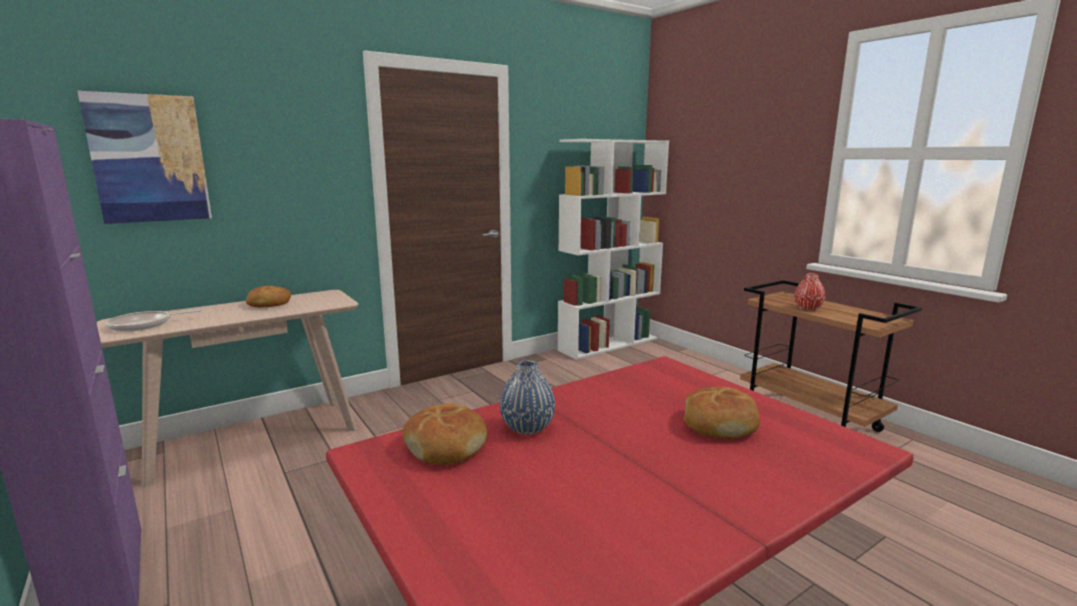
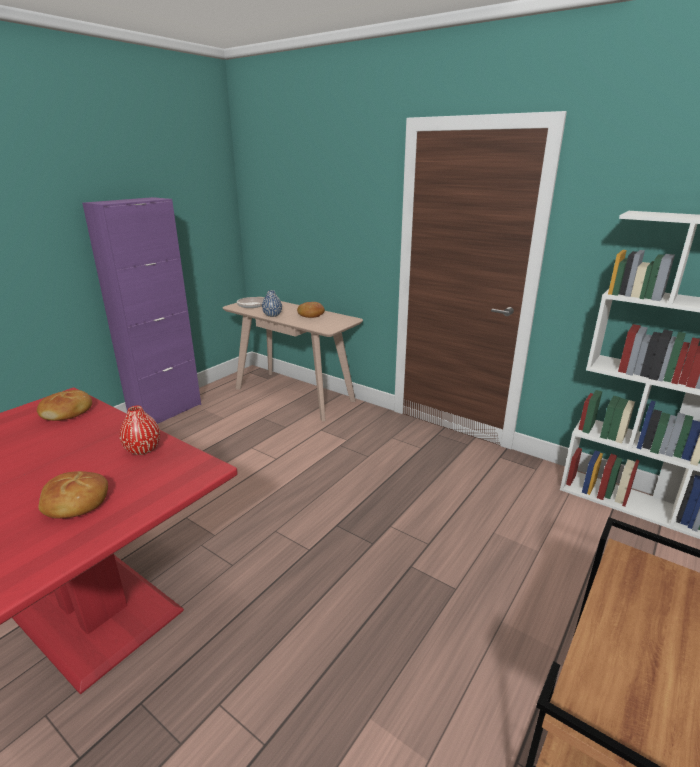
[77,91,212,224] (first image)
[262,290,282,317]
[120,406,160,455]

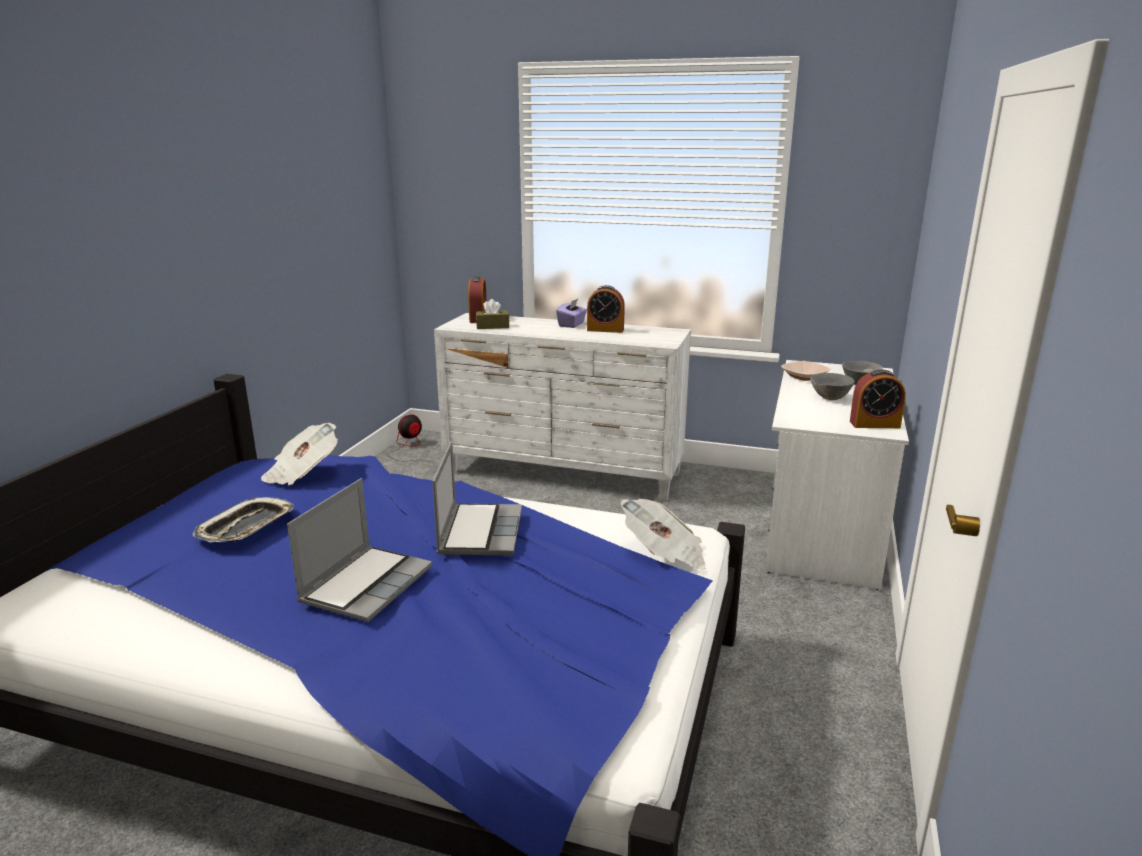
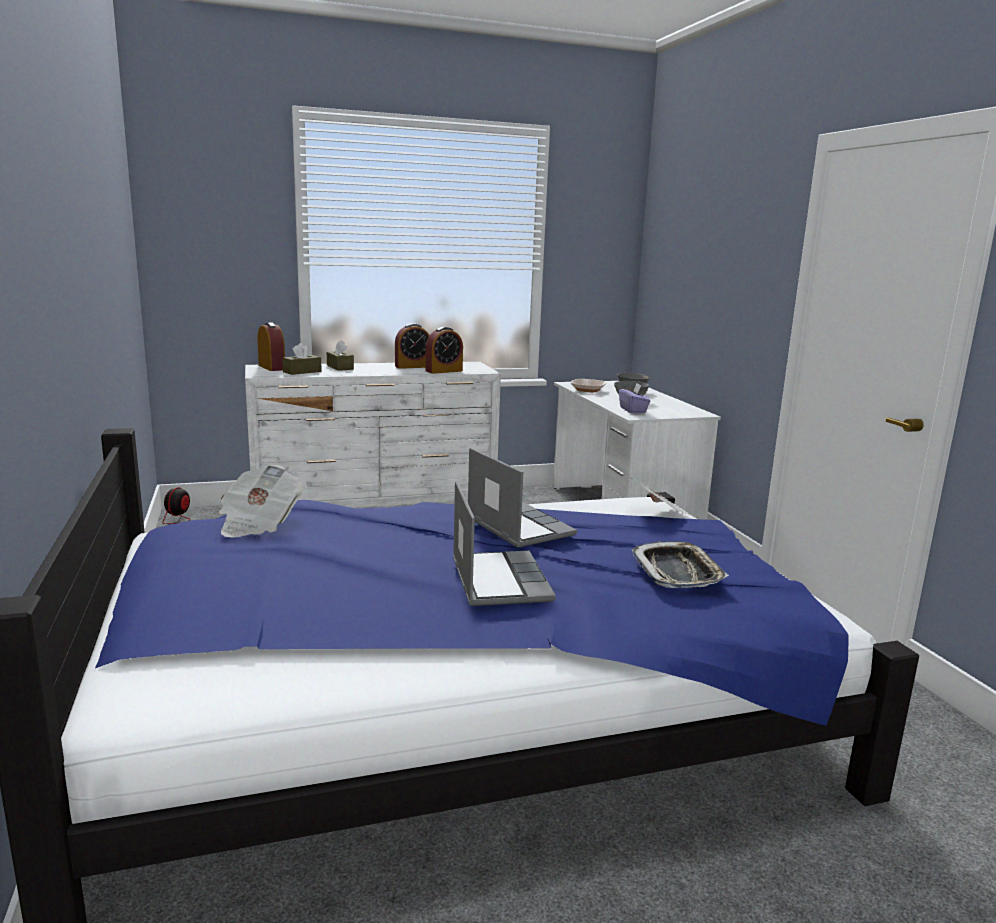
[632,541,729,588]
[619,384,651,413]
[426,327,463,374]
[327,340,354,371]

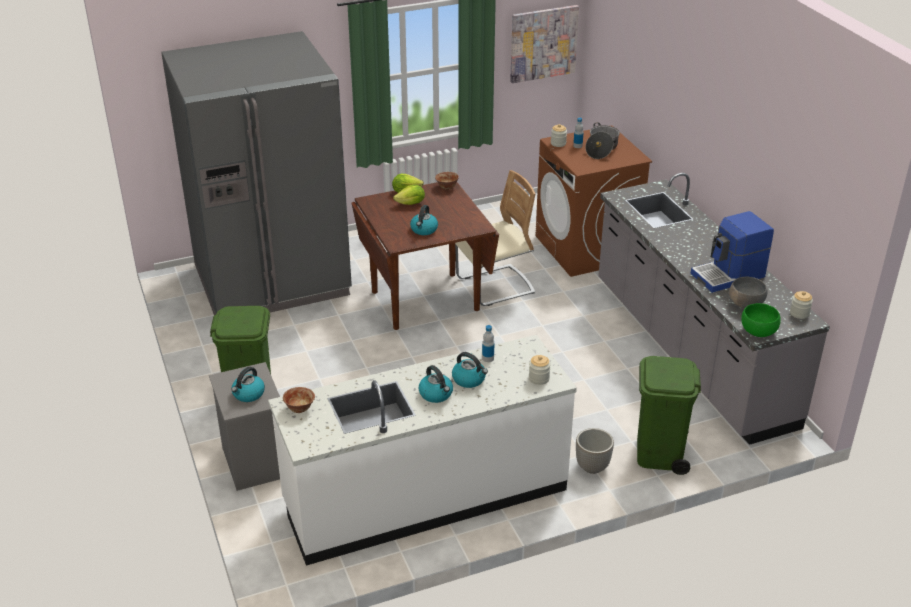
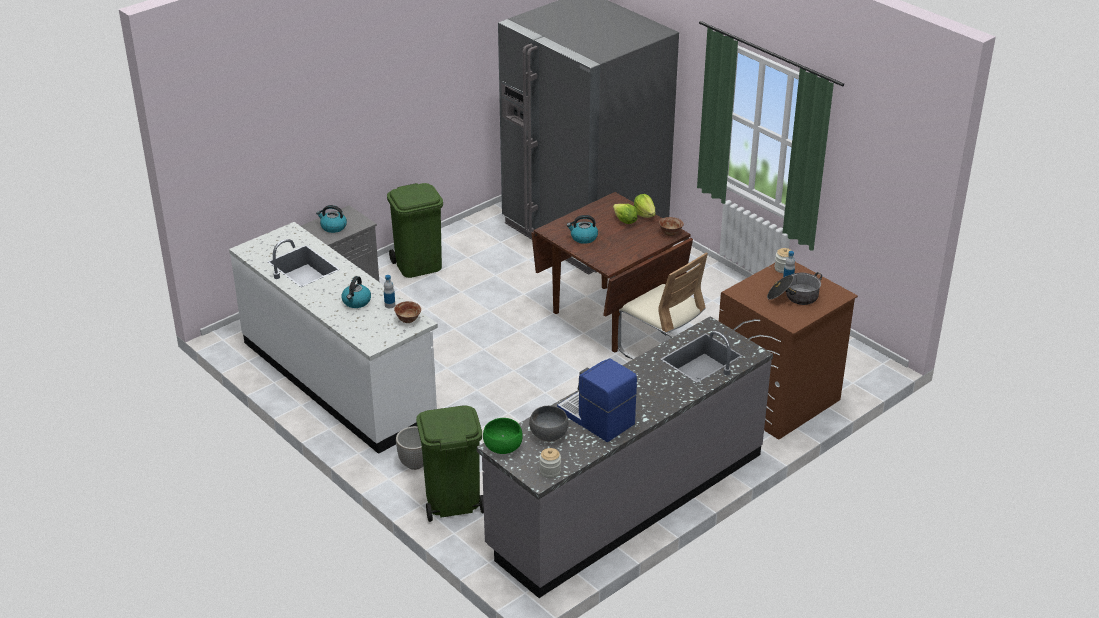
[394,301,421,323]
[419,365,453,403] (first image)
[510,5,579,83] (first image)
[529,355,551,385] (first image)

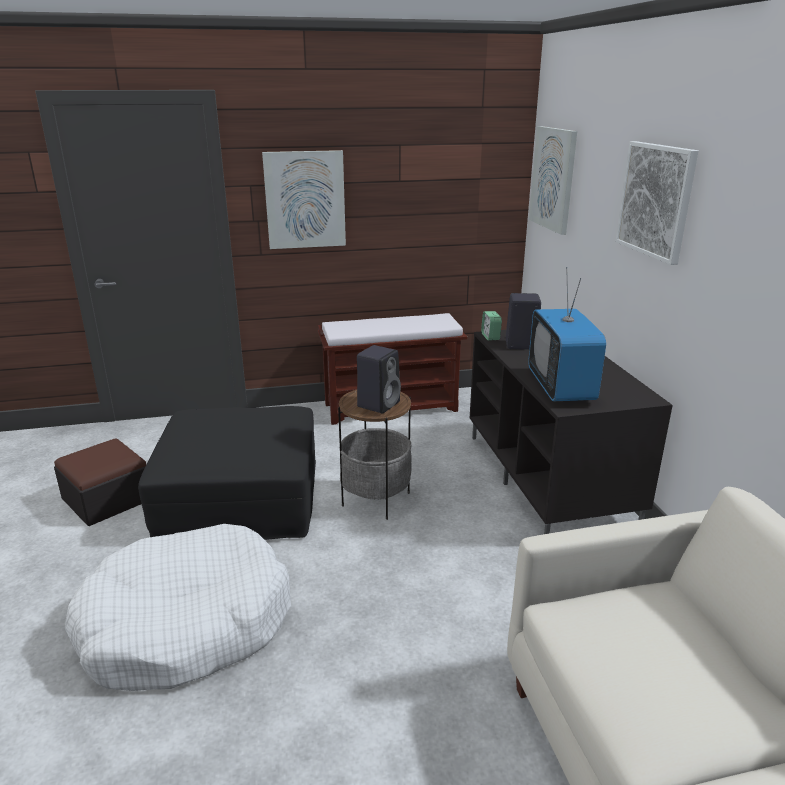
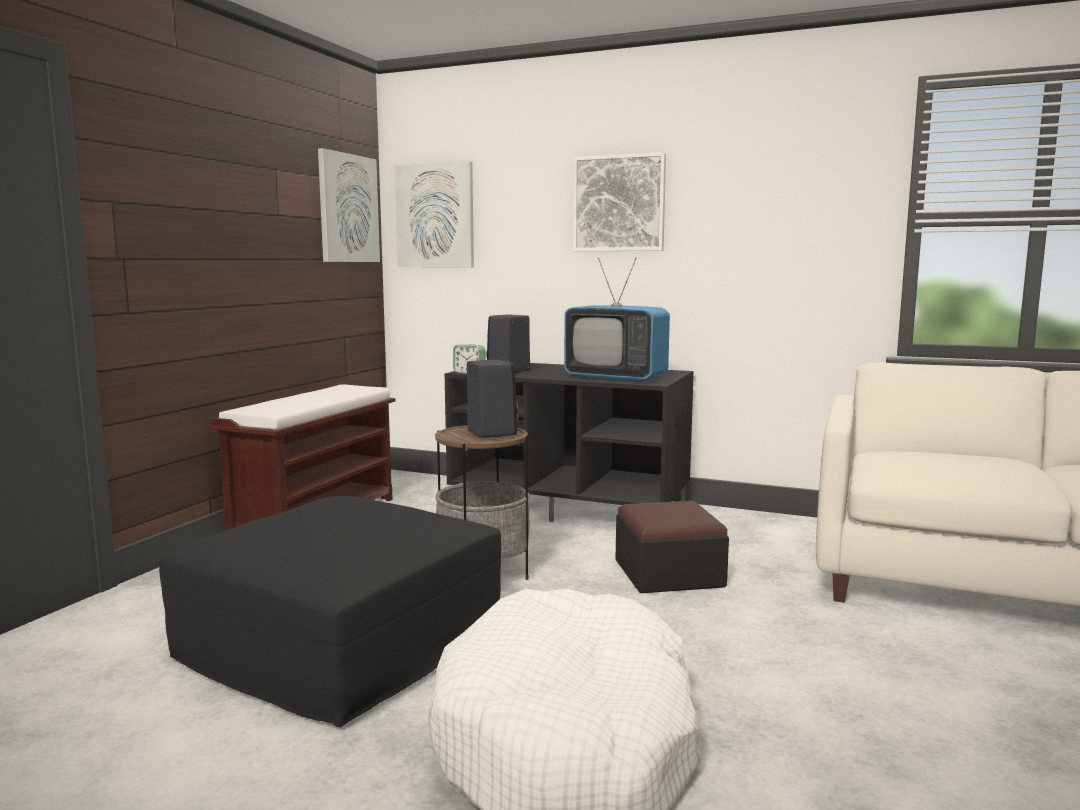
[616,501,729,593]
[318,148,380,262]

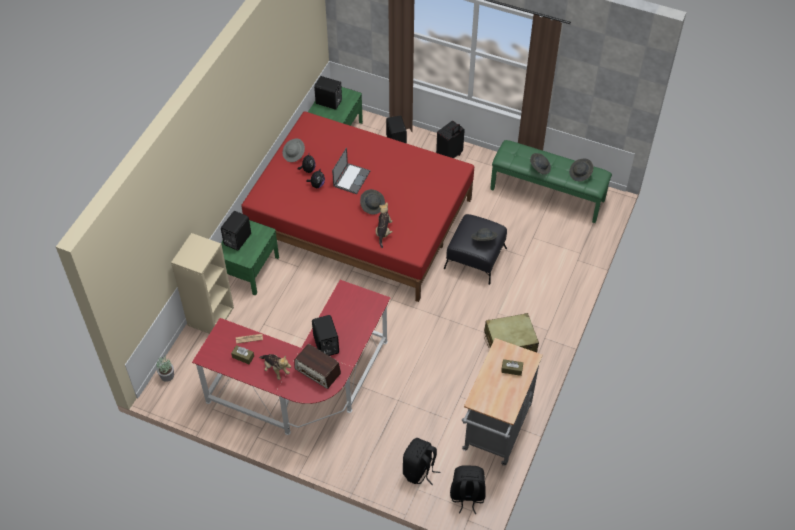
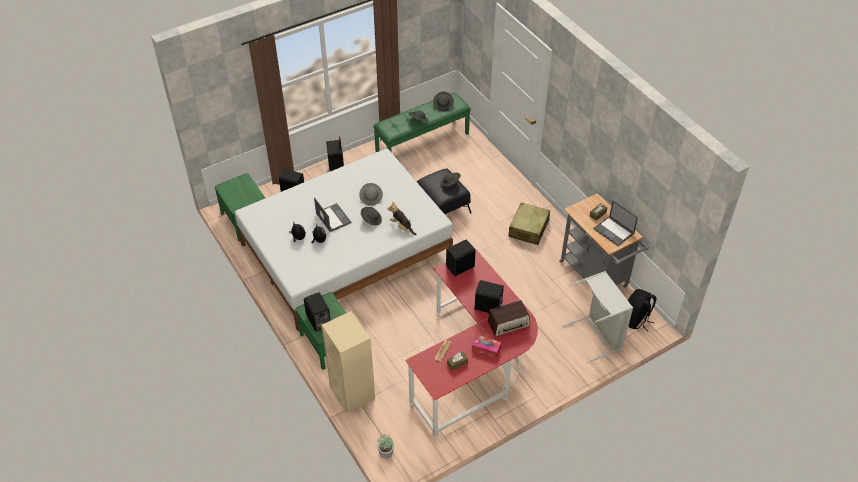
[235,149,453,331]
[472,335,501,358]
[359,183,383,206]
[446,239,476,276]
[562,271,633,363]
[593,201,638,246]

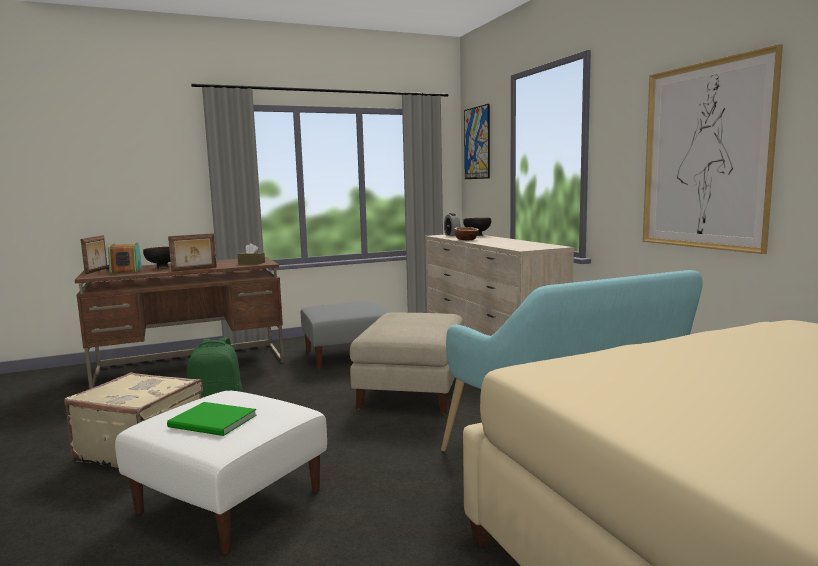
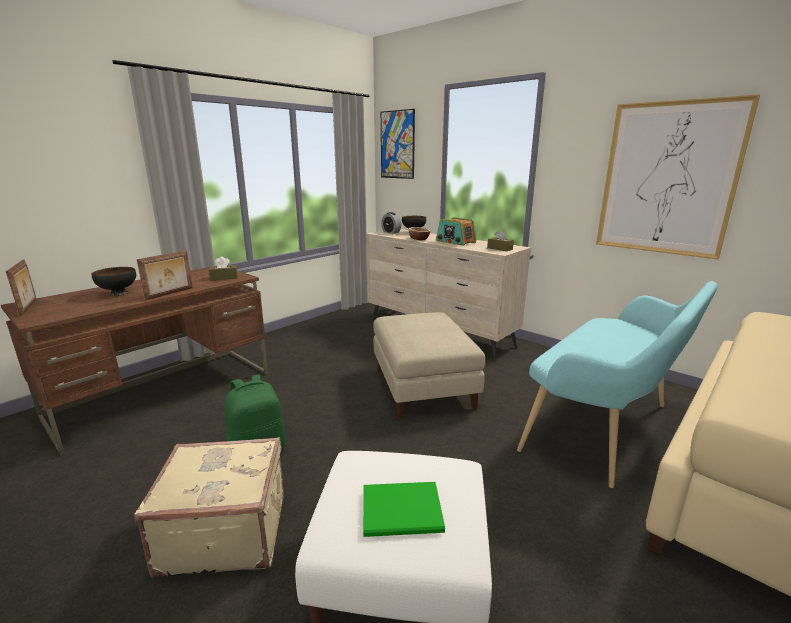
[436,217,476,246]
[301,302,390,370] (first image)
[487,230,514,251]

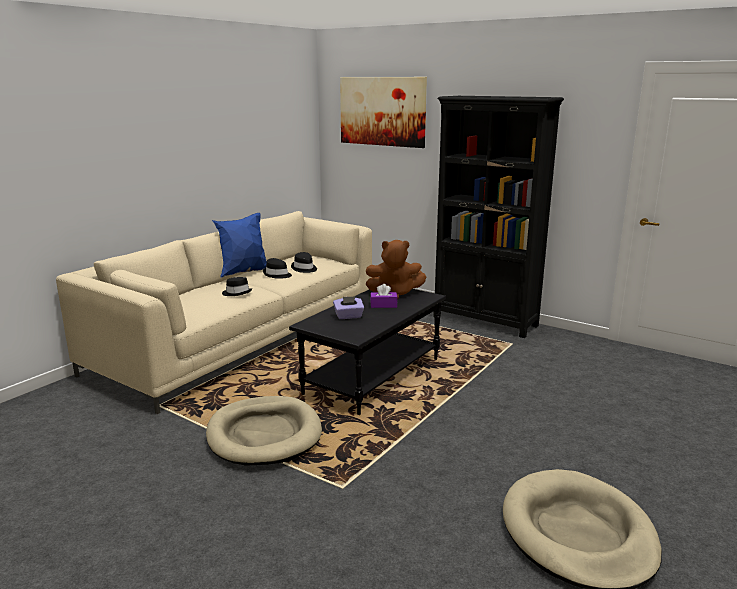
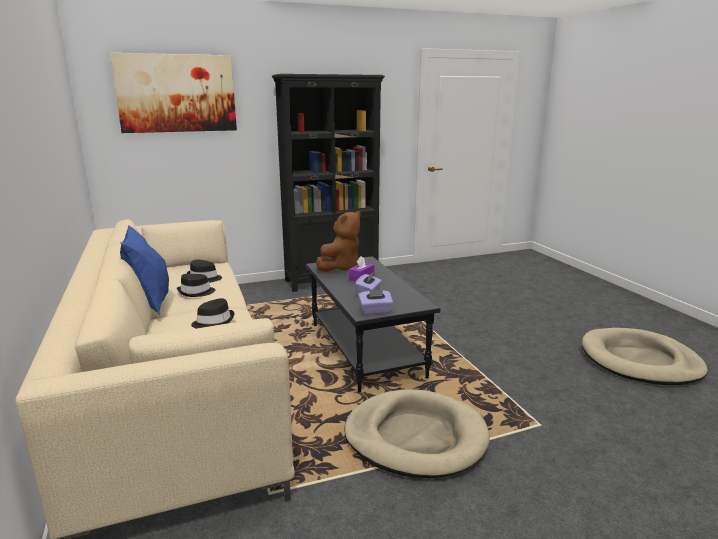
[358,289,393,315]

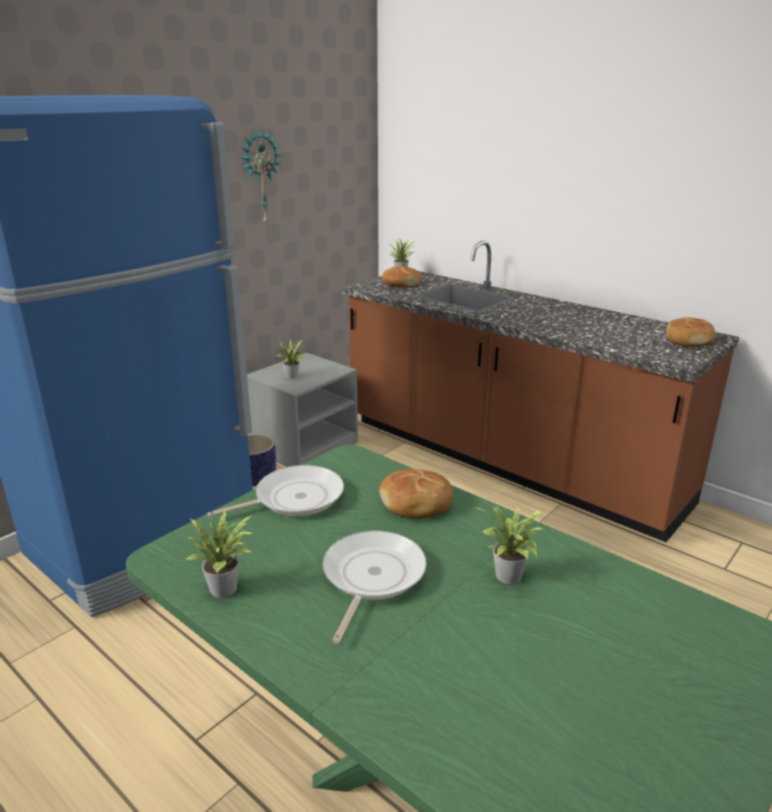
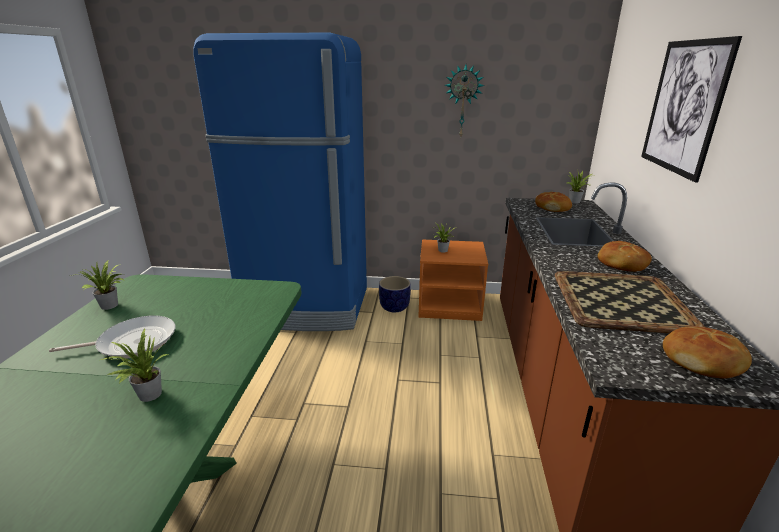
[208,465,344,517] (first image)
[418,240,488,321]
[597,241,652,272]
[555,271,705,334]
[641,36,742,183]

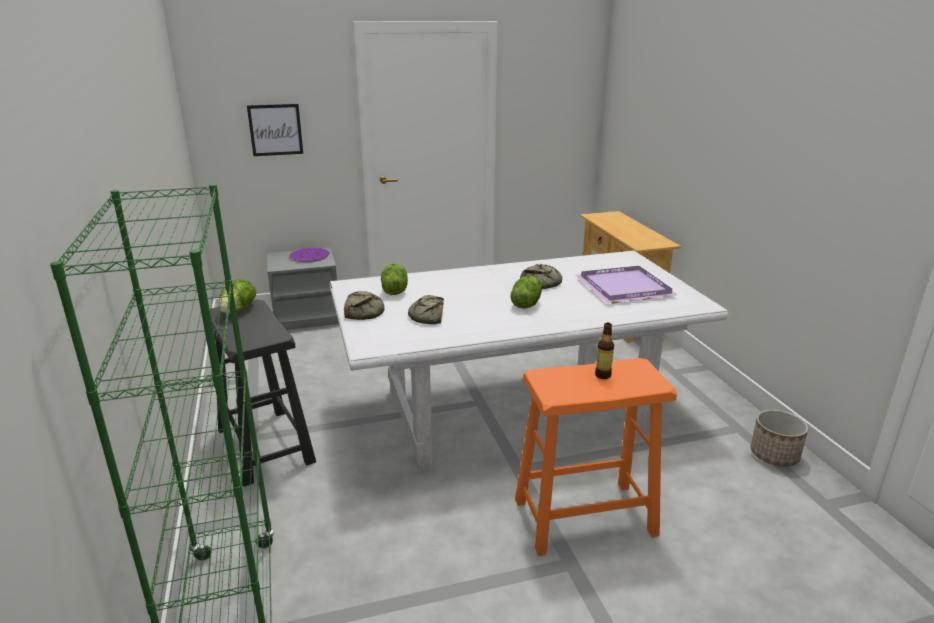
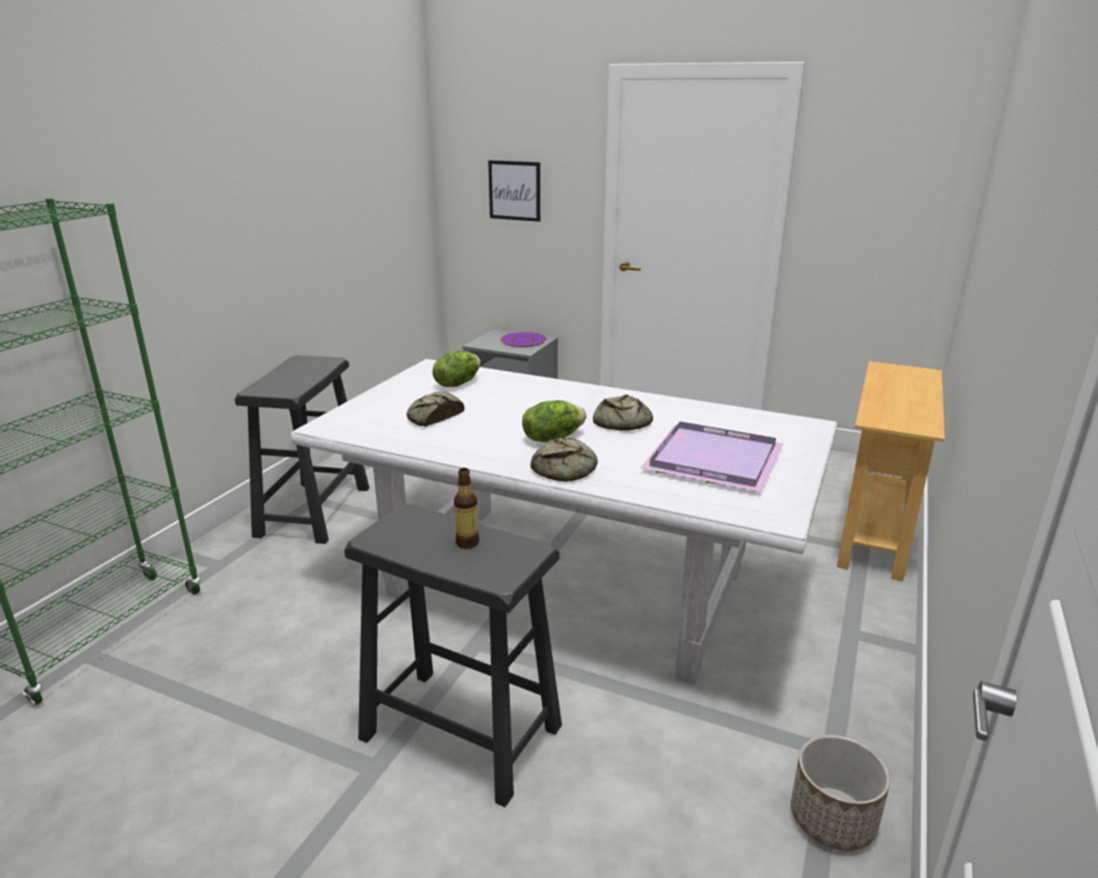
[219,279,256,313] (first image)
[530,437,598,482]
[344,504,562,807]

